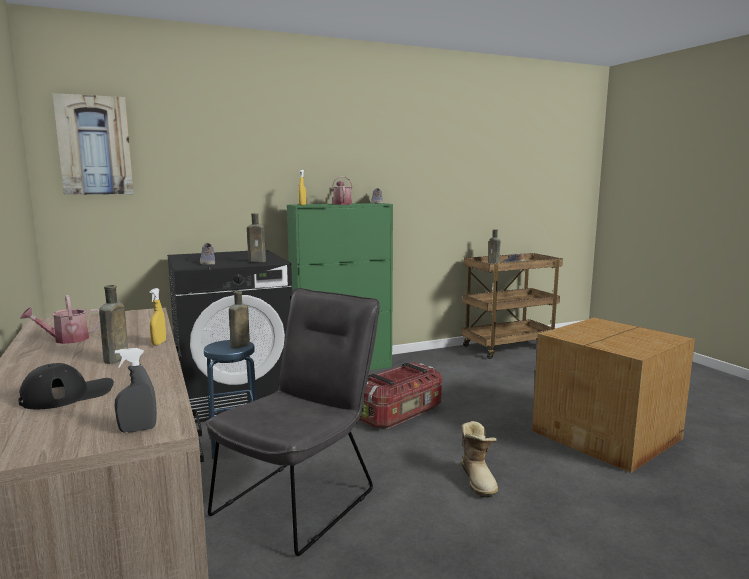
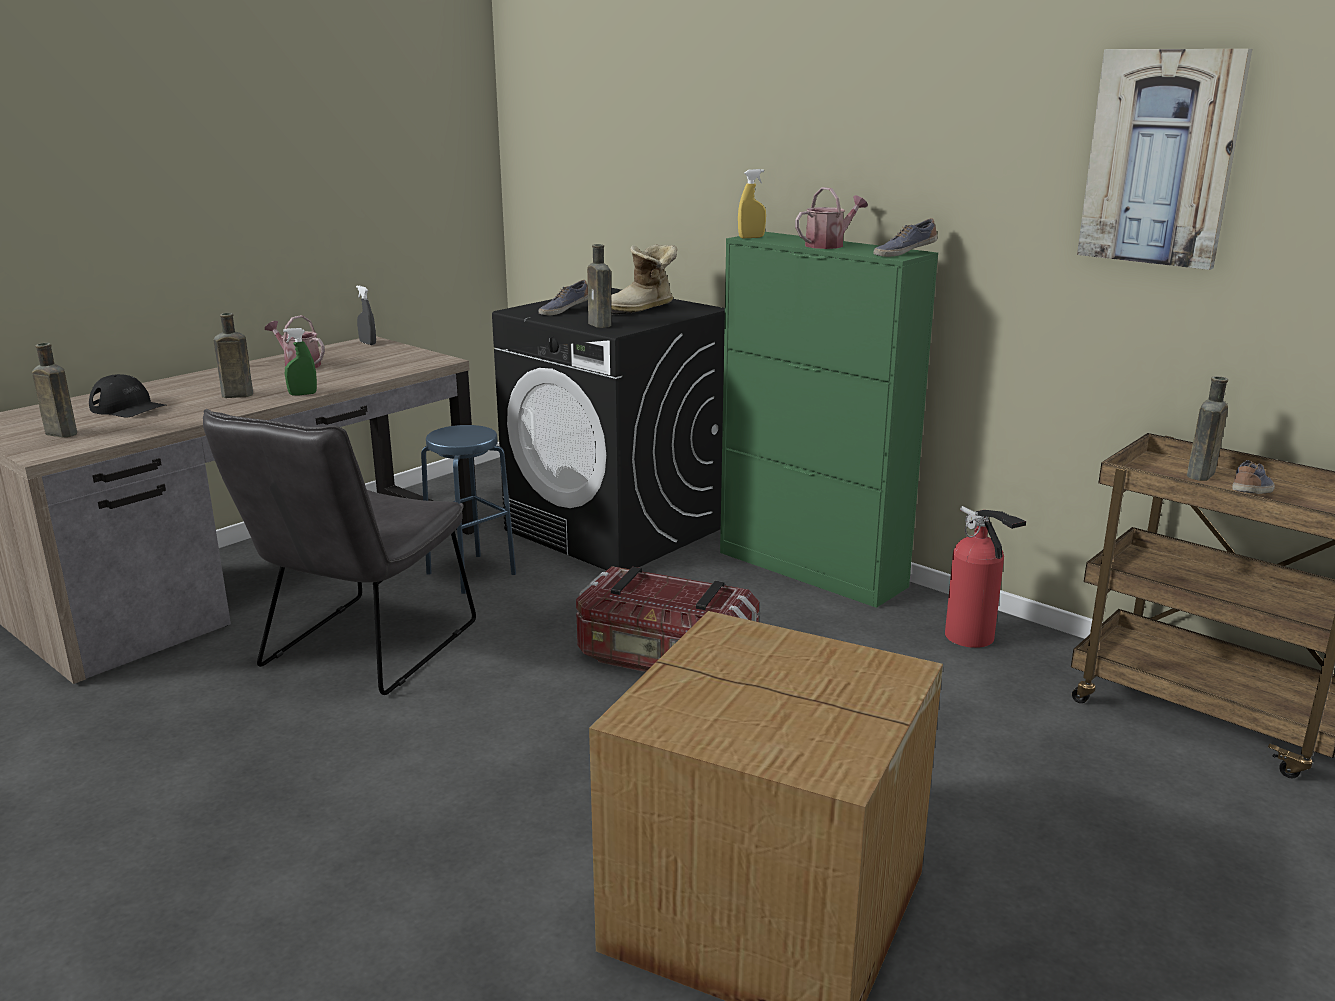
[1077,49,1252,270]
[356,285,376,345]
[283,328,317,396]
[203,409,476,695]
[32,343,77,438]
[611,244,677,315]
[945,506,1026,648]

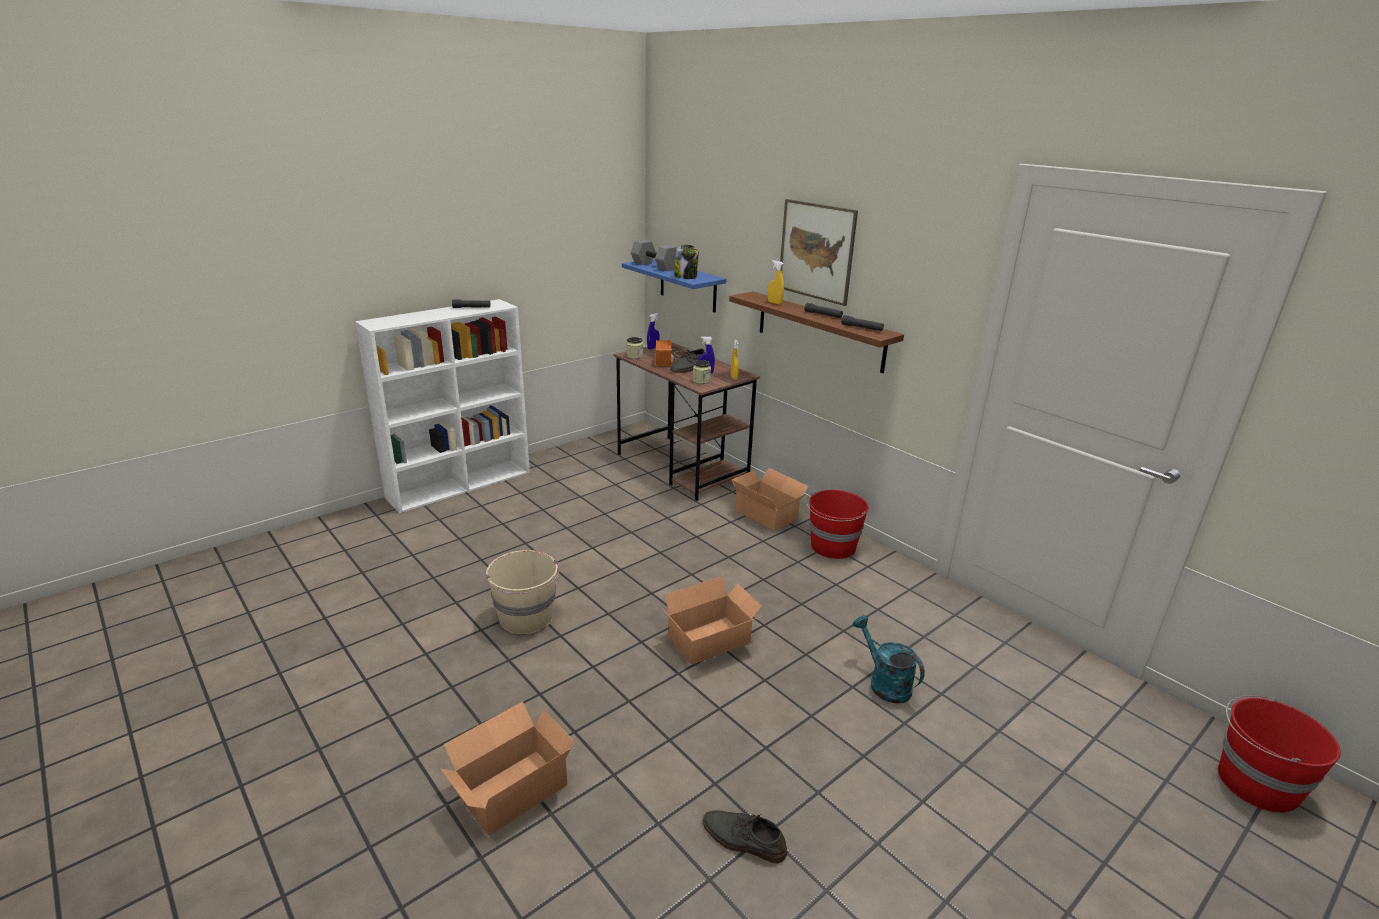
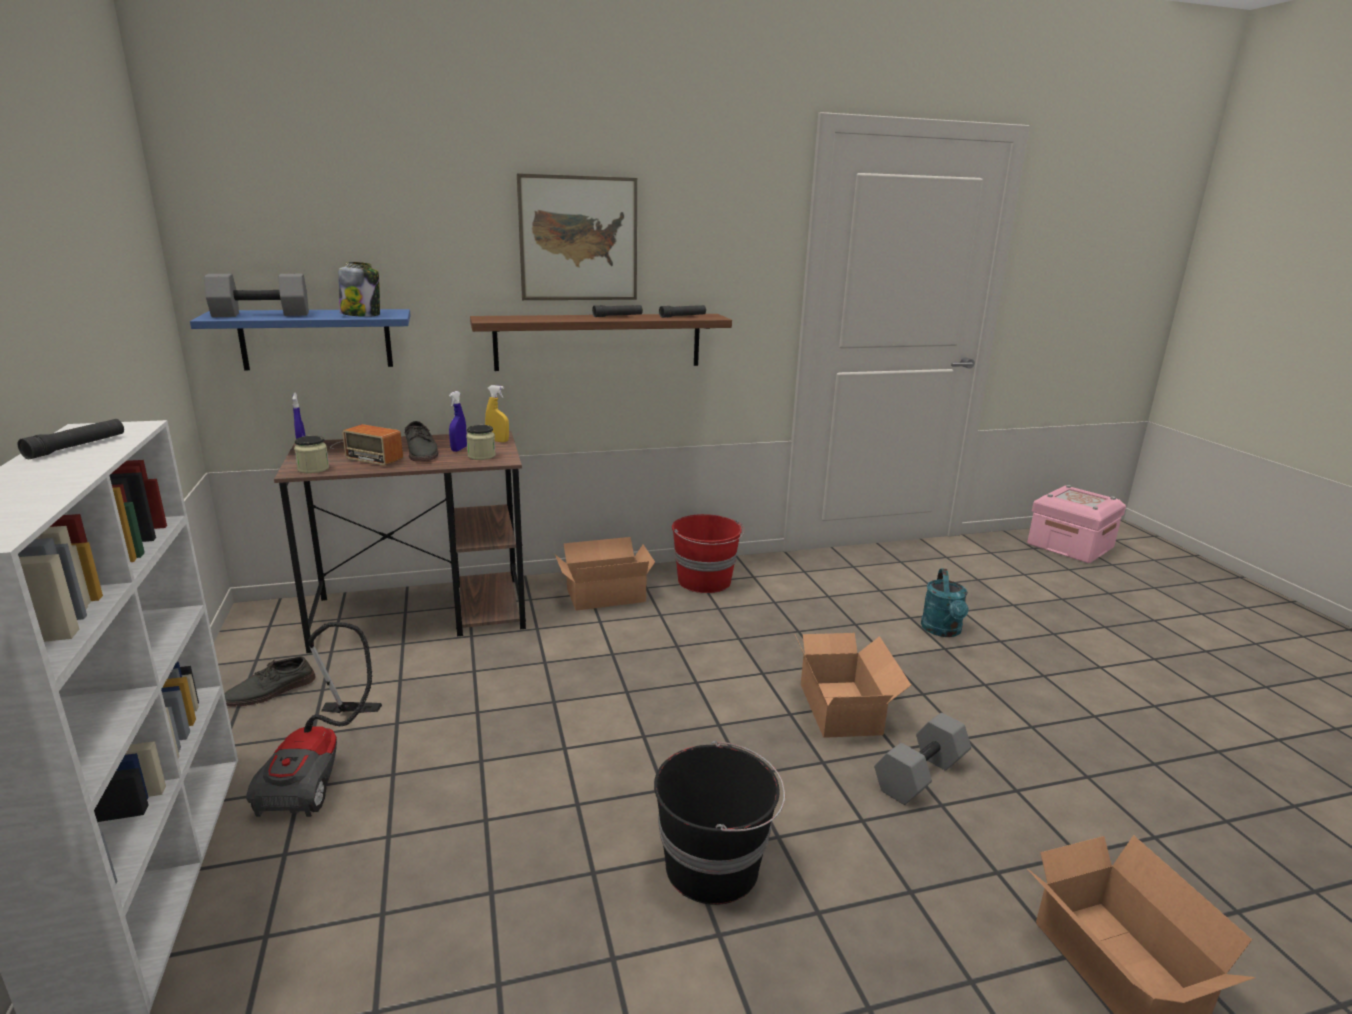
[654,741,785,905]
[224,656,316,706]
[768,260,784,304] (first image)
[921,568,969,637]
[1027,485,1126,563]
[246,622,382,817]
[874,713,971,805]

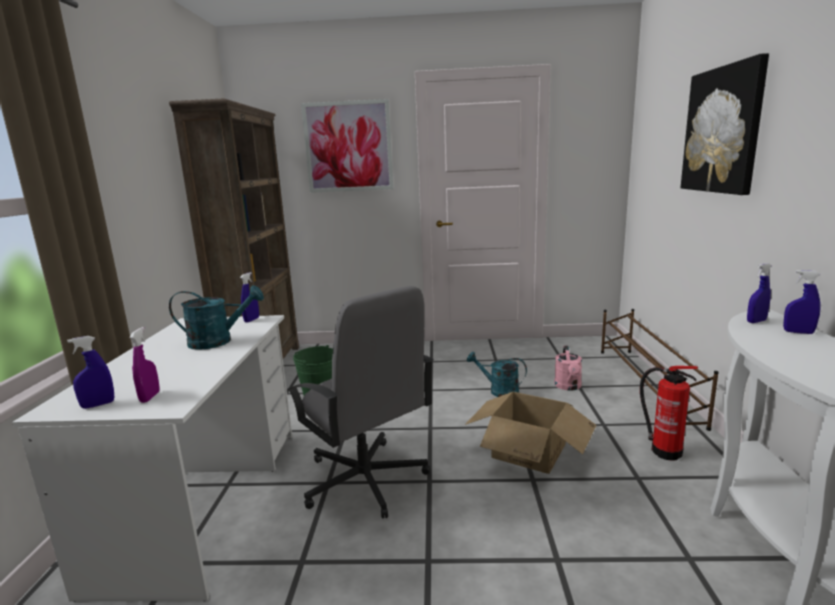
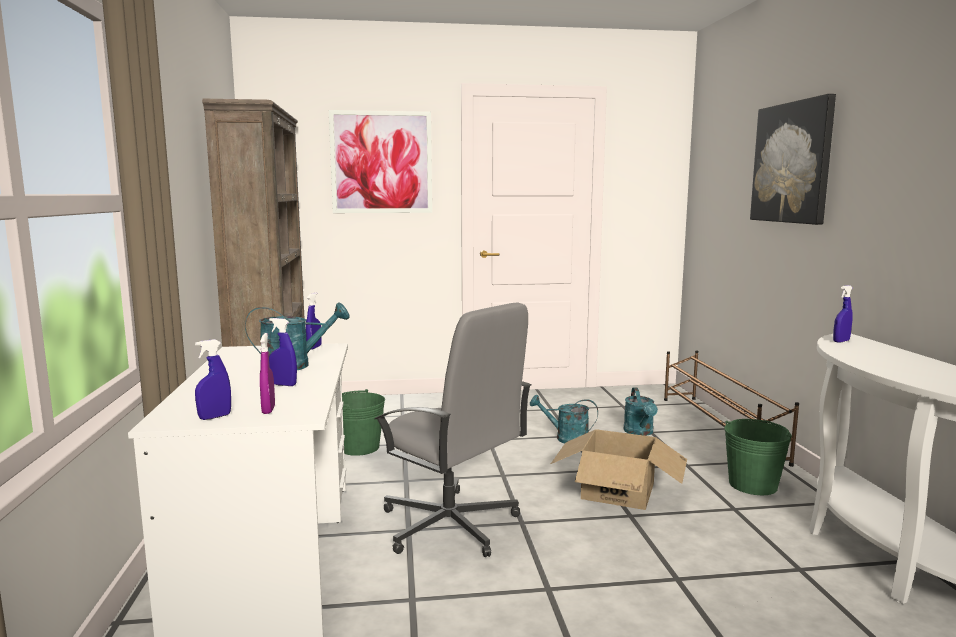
[623,387,658,436]
[724,419,792,495]
[269,318,297,386]

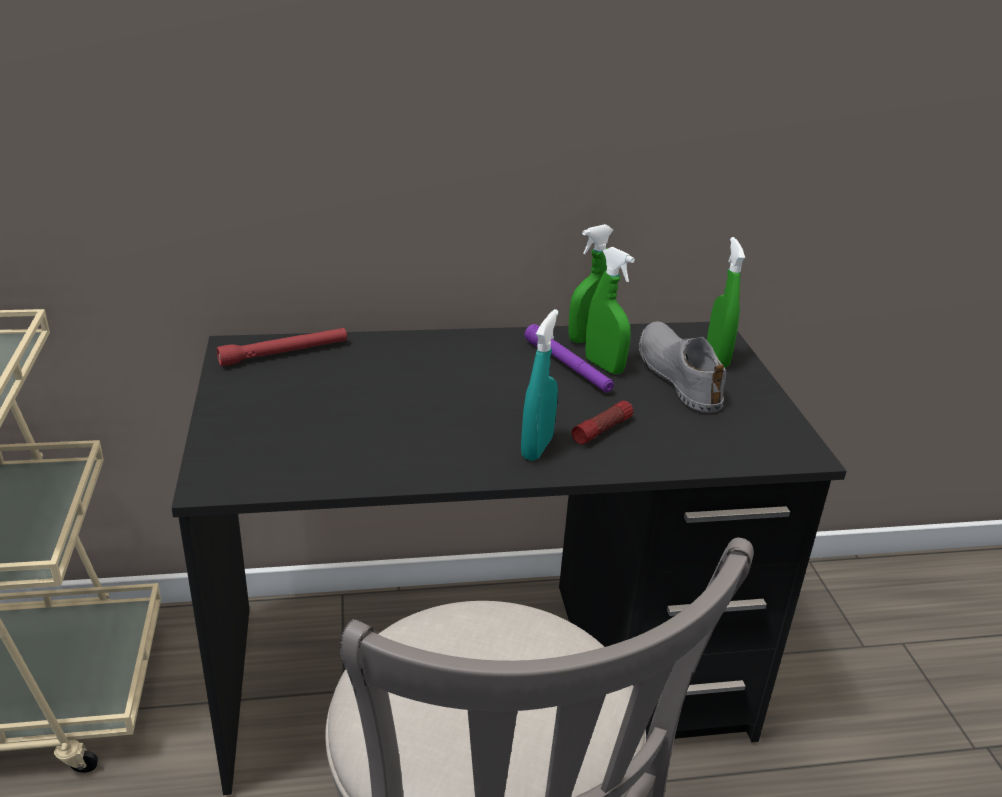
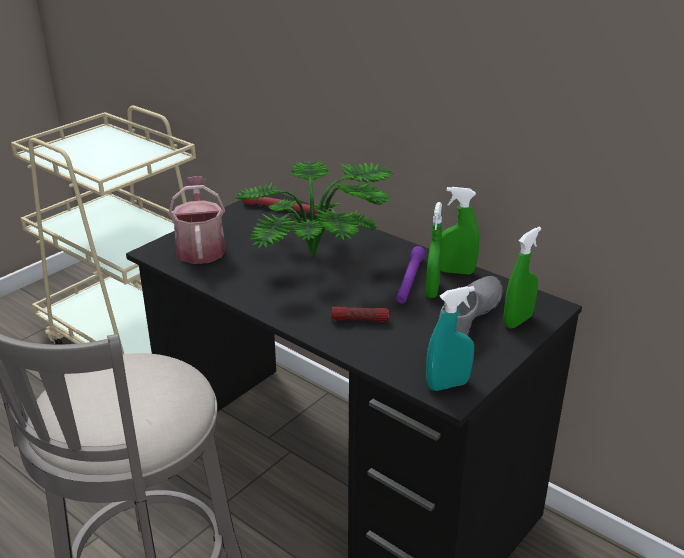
[426,286,475,391]
[169,176,226,264]
[234,161,394,257]

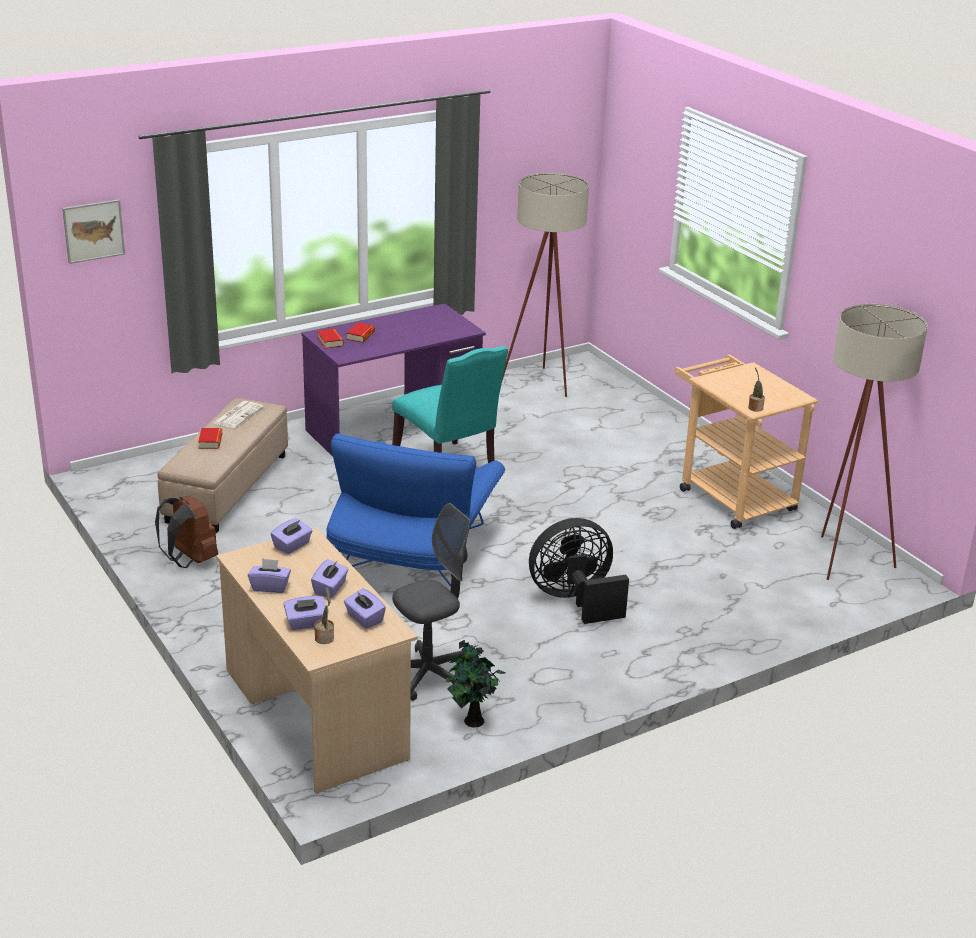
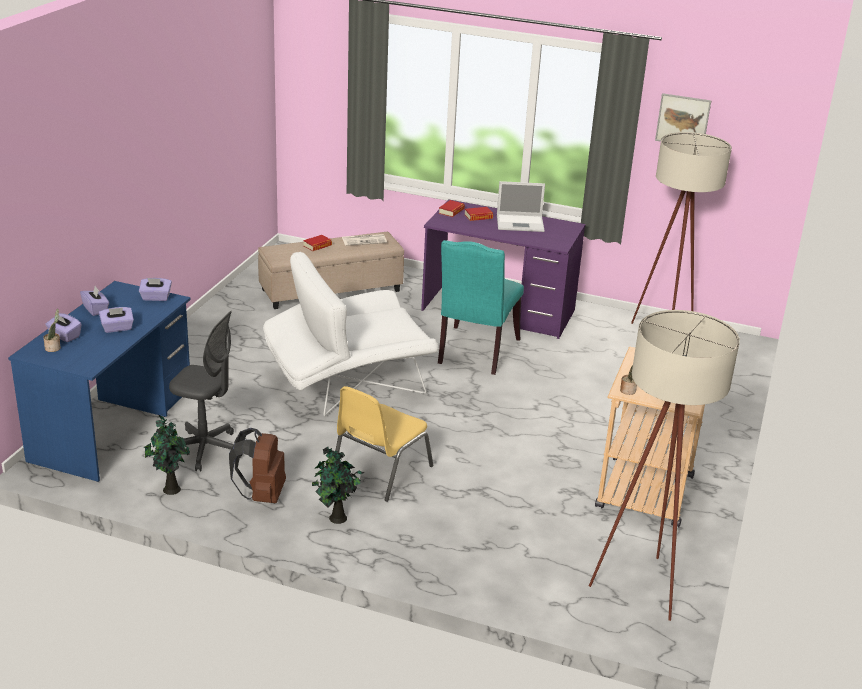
[655,93,711,142]
[229,428,286,503]
[8,281,191,482]
[263,252,439,417]
[344,588,386,629] (first image)
[335,386,433,502]
[312,447,364,524]
[497,181,545,232]

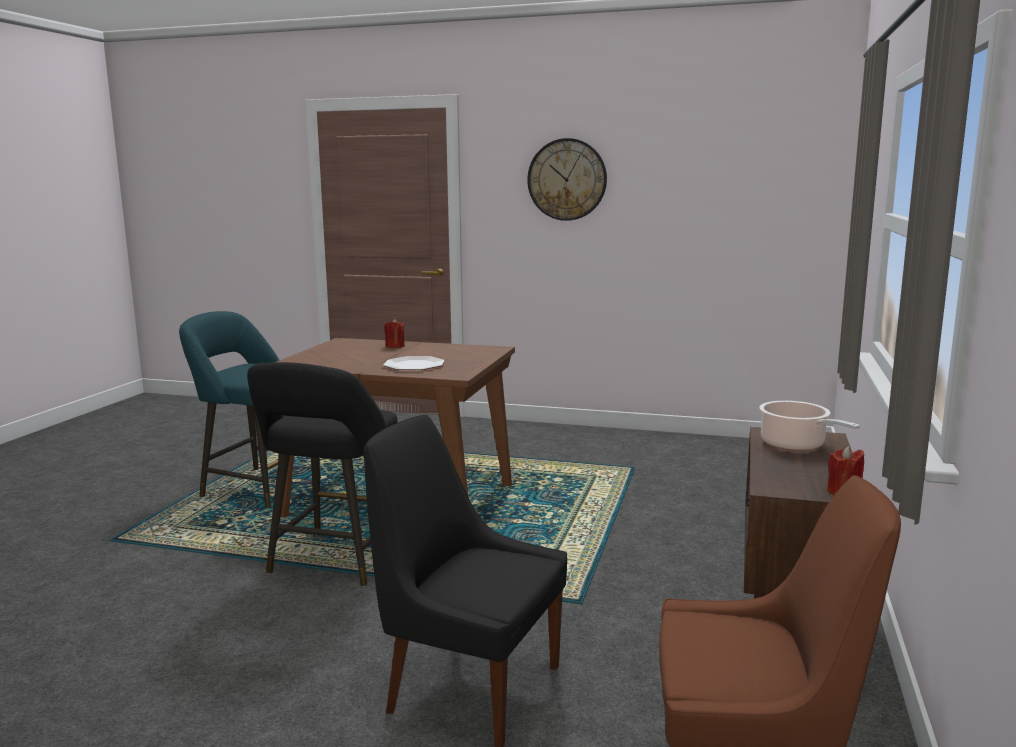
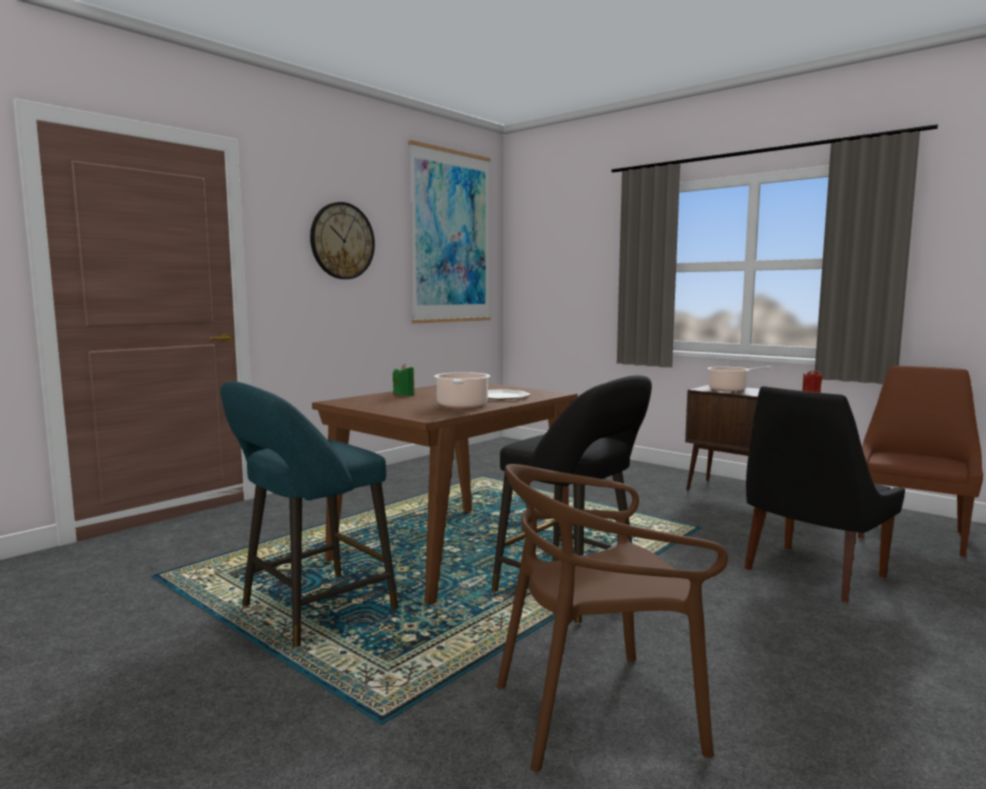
[393,364,415,396]
[408,140,490,323]
[434,372,490,408]
[497,464,728,772]

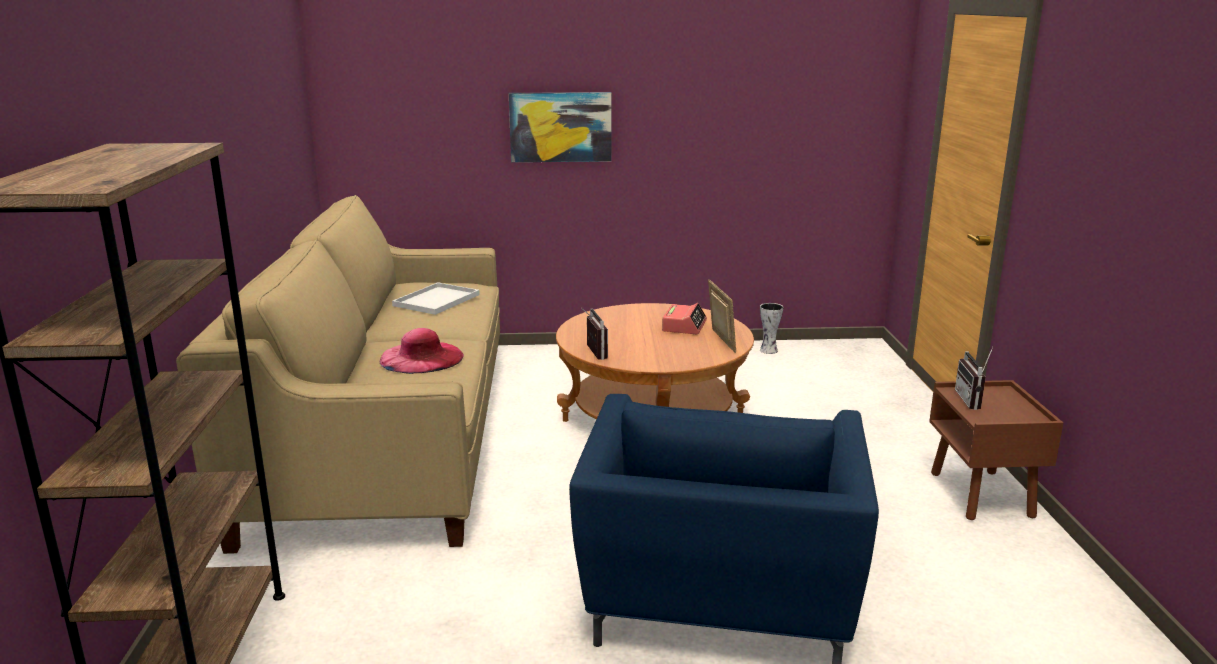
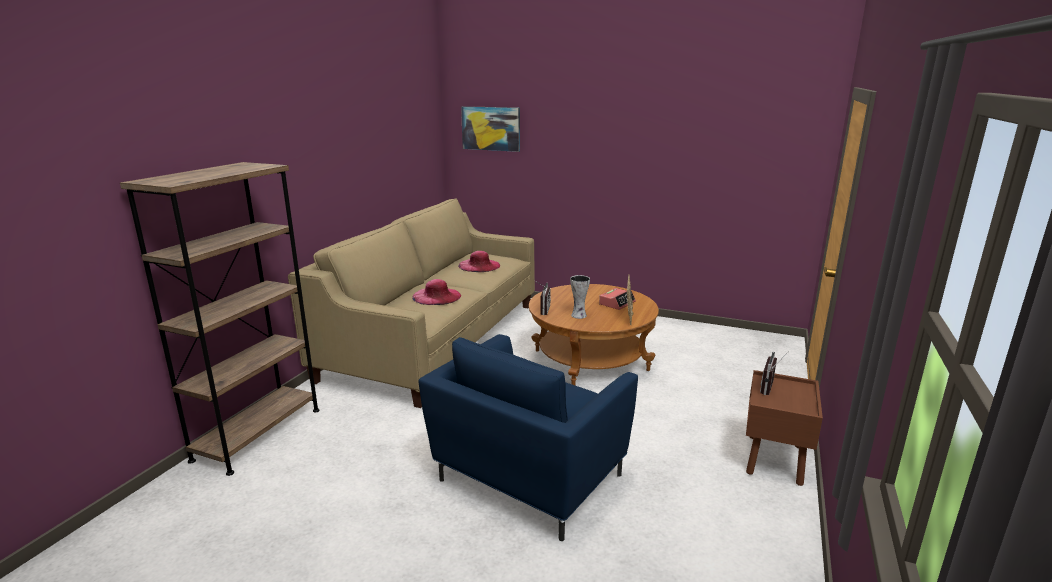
[458,251,500,272]
[461,106,520,152]
[570,275,590,319]

